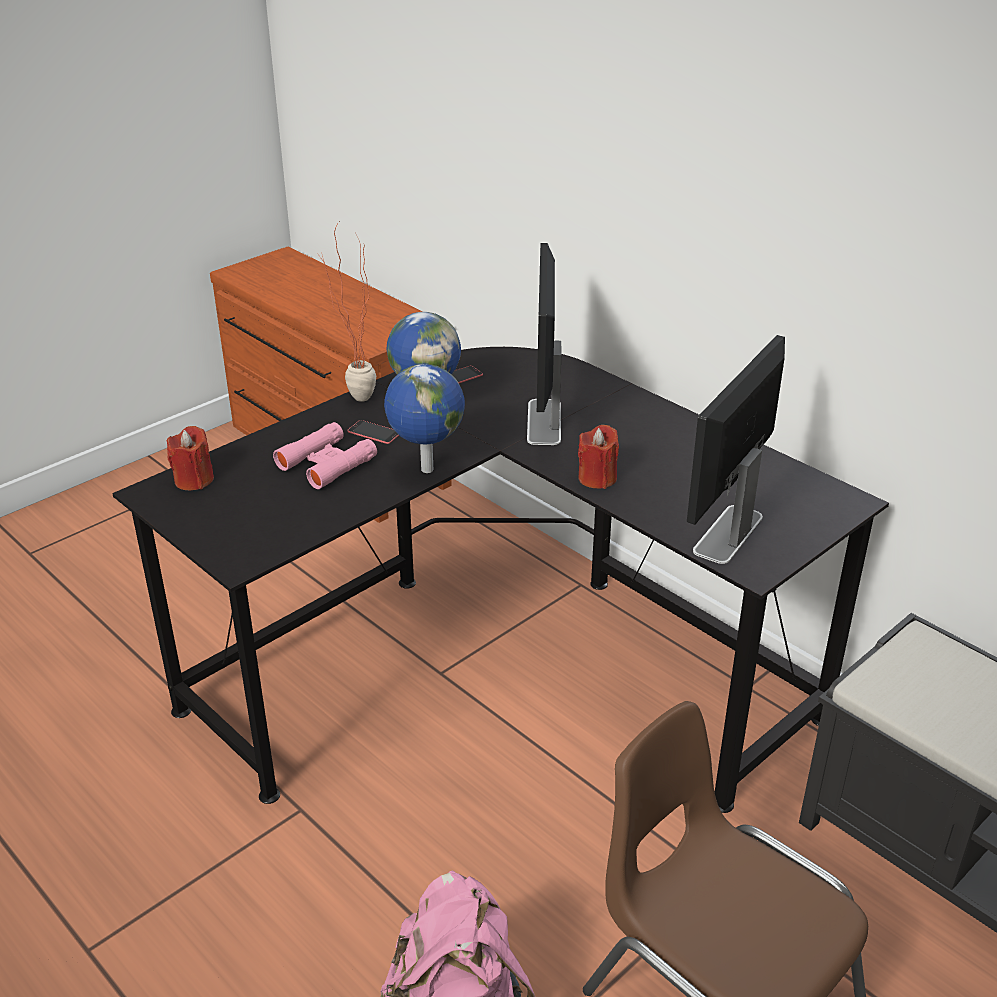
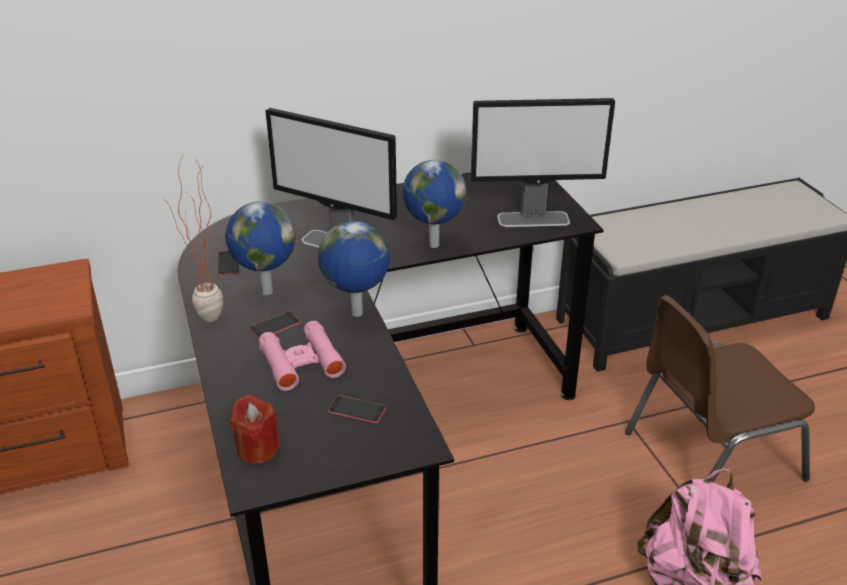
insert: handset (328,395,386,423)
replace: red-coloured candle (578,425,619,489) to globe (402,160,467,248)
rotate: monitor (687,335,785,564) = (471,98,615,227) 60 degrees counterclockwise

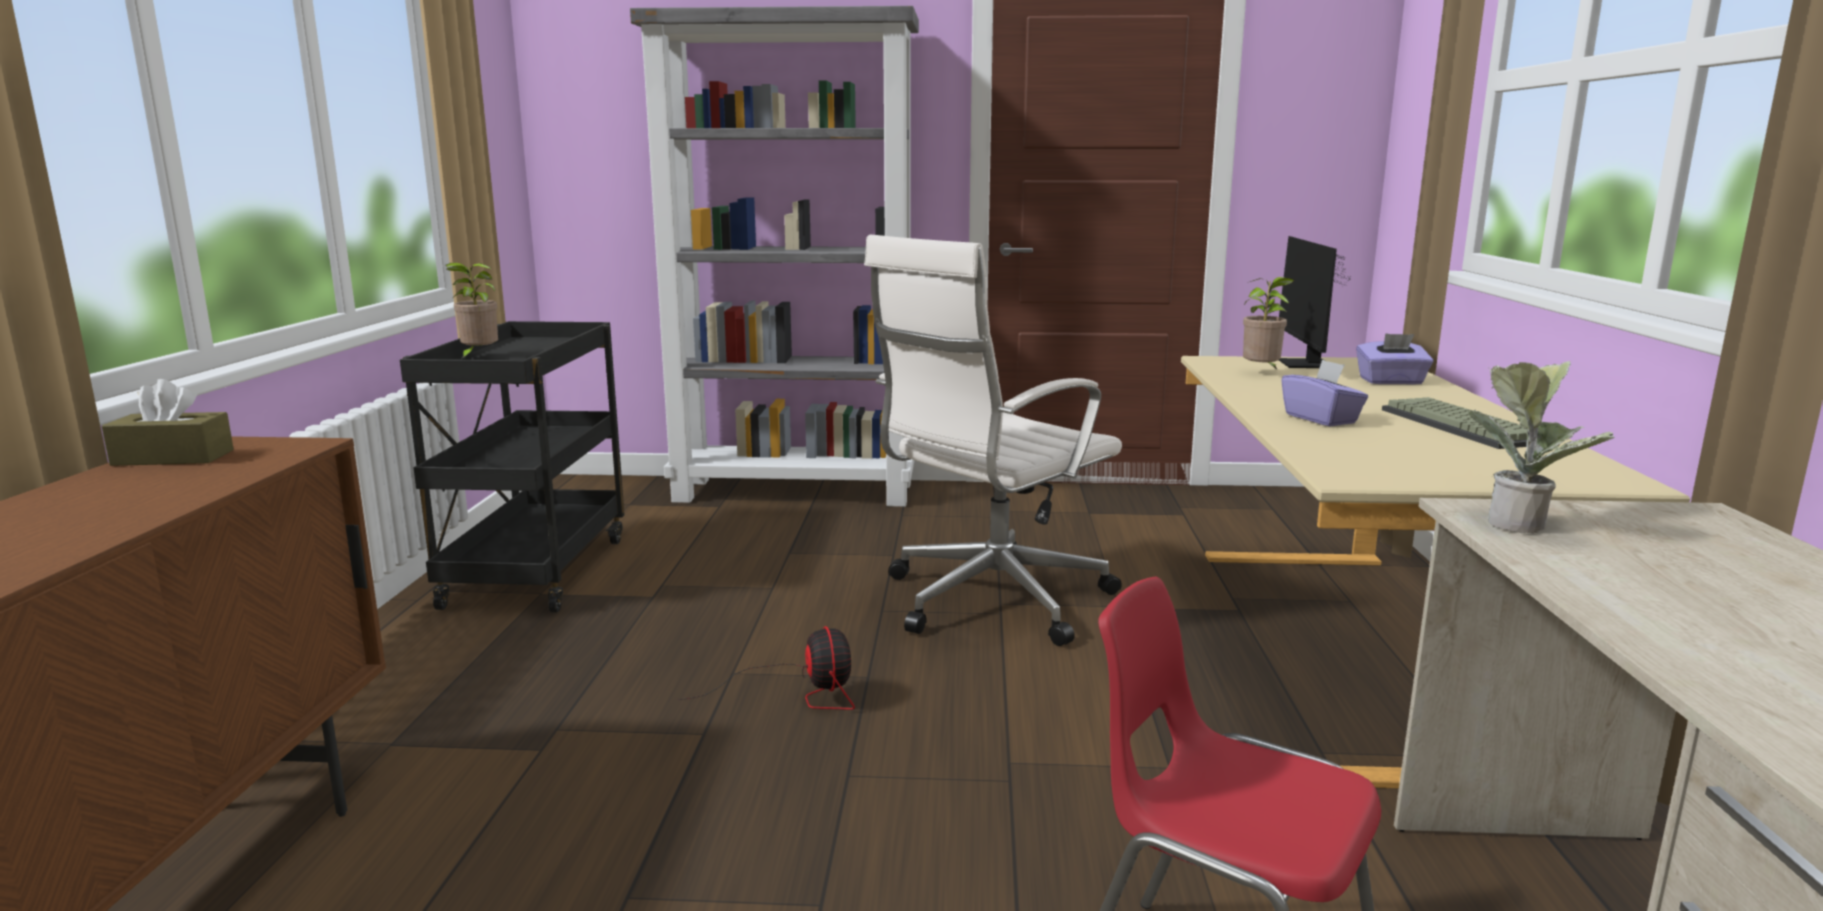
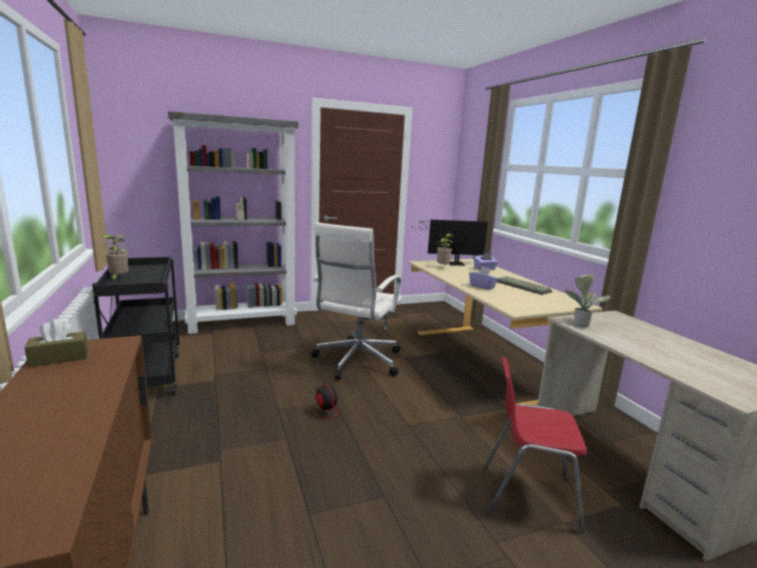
rotate: monitor (1279,236,1349,368) = (414,220,488,266) 105 degrees clockwise

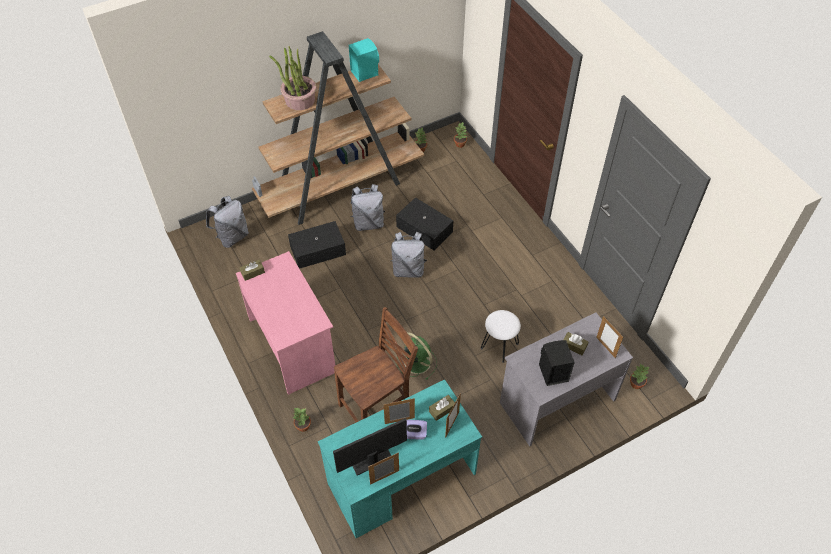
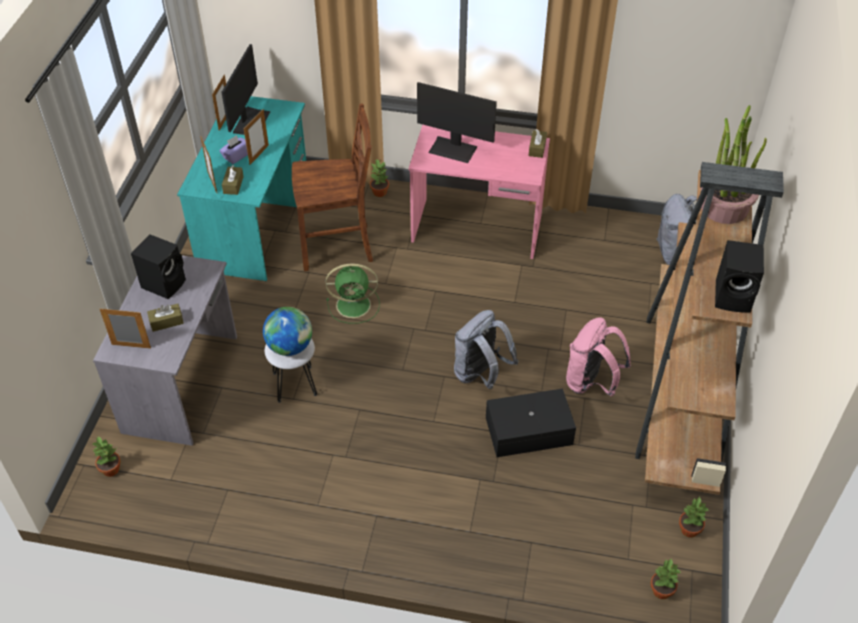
delete: blackish storage bin (288,221,346,269)
insert: monitor (417,82,497,163); globe (263,307,312,356)
recolor: turquoise-coloured speaker (349,38,379,82) to blackish speaker (715,240,764,313); grey knapsack (351,184,385,231) to pink-coloured knapsack (566,317,631,396)
rotate: brownish chair (334,307,418,422) = (292,104,373,271) 105 degrees counterclockwise

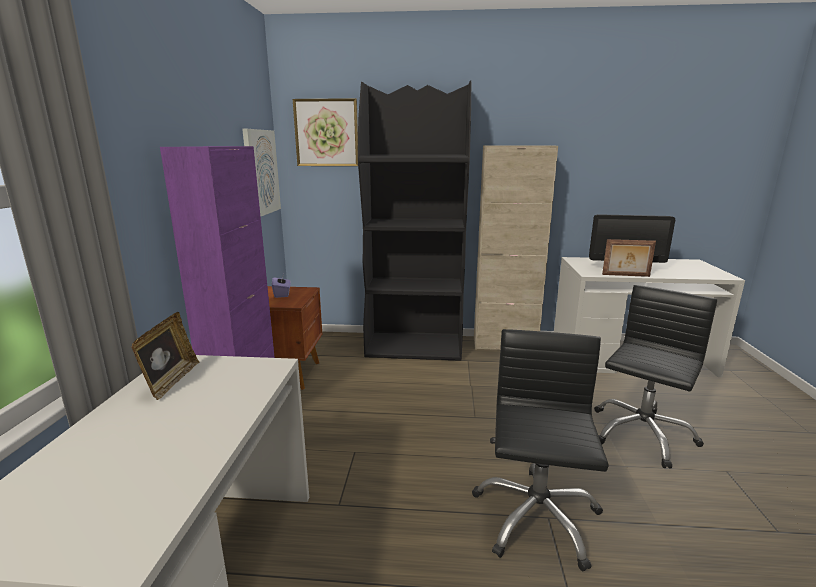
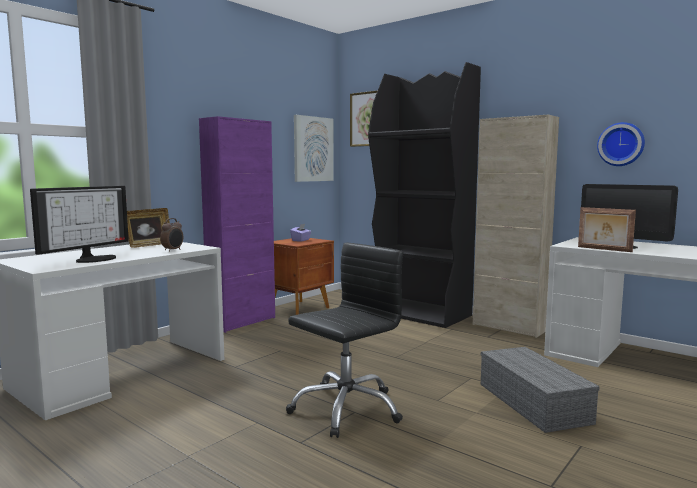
insert: clock on the wall (597,122,645,166); monitor (30,186,129,263); bedside clock (160,218,183,252)
replace: blackish computer chair (594,285,717,468) to grey storage bin (481,347,600,433)

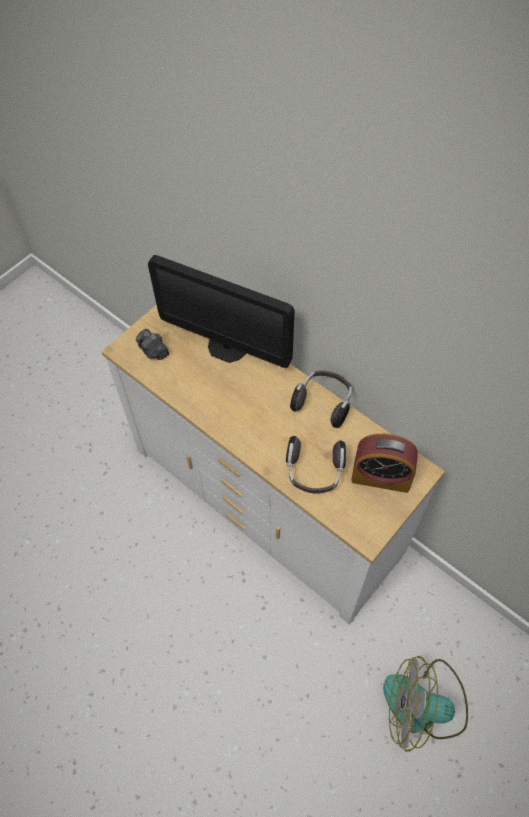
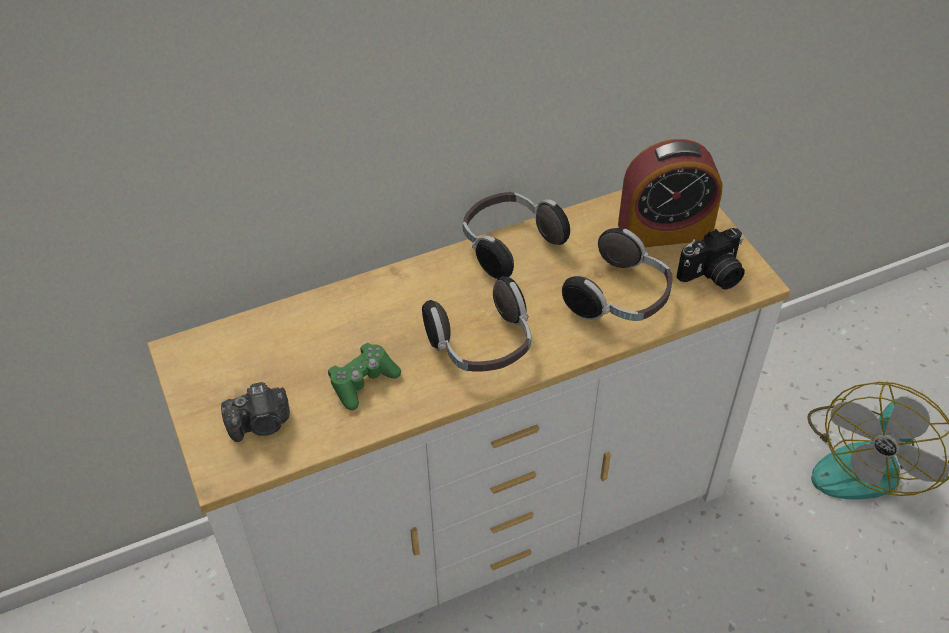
delete: monitor (148,255,295,368)
insert: photo camera (677,228,745,290); pair of headphones (422,277,531,372); greenish joypad (328,343,401,410)
rotate: bedside clock (352,434,418,493) = (618,139,723,247) 45 degrees clockwise

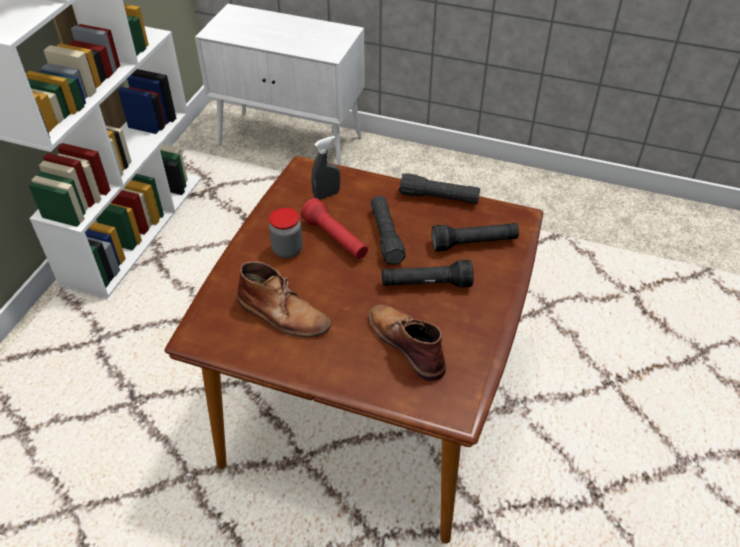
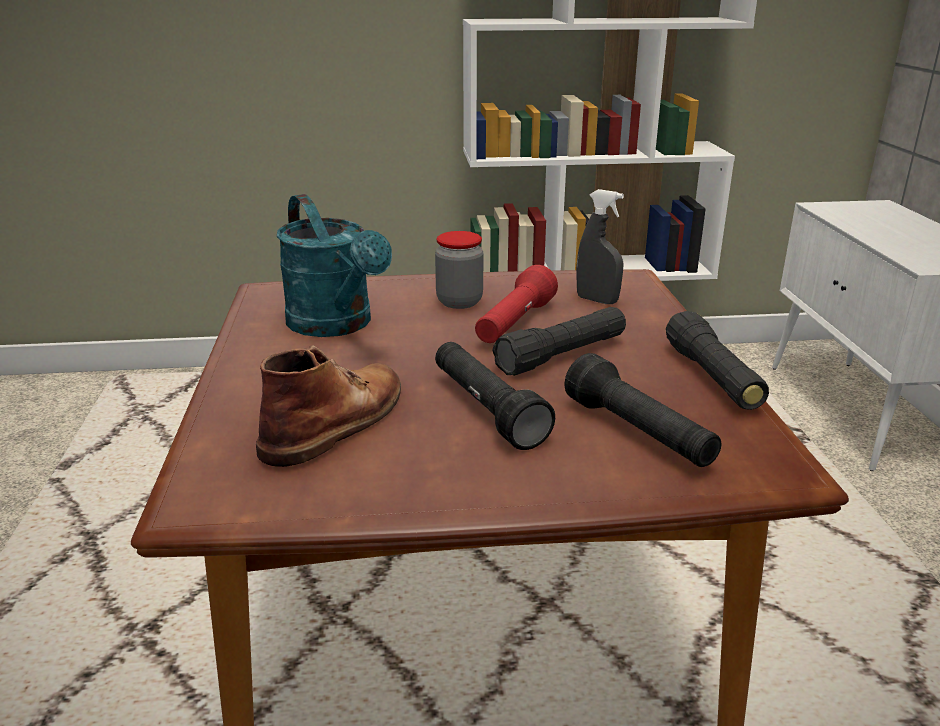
replace: brownish boot (237,261,331,337) to turquoise-coloured watering pot (277,194,392,337)

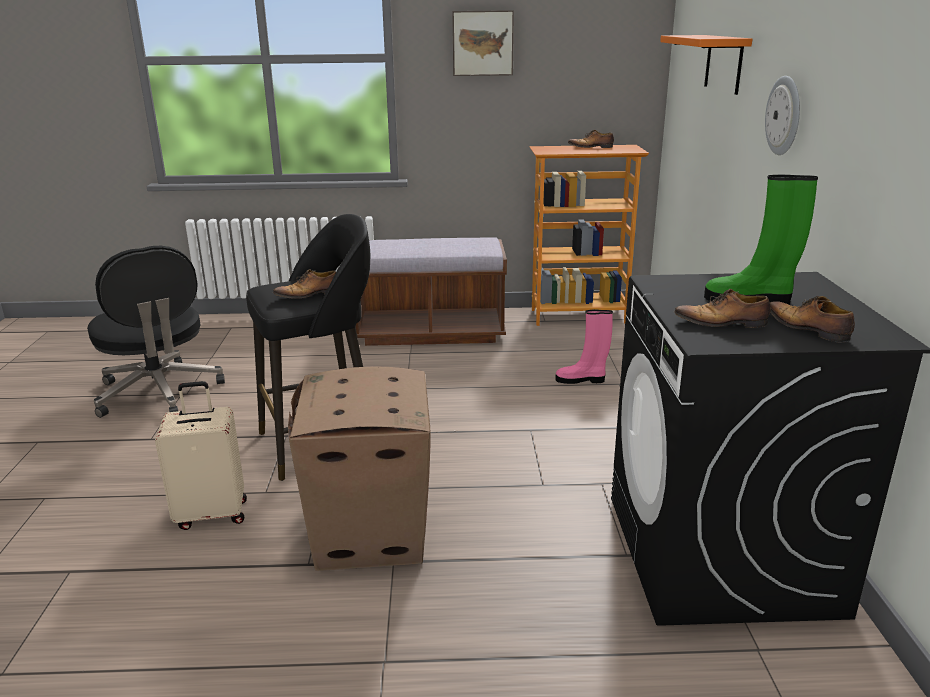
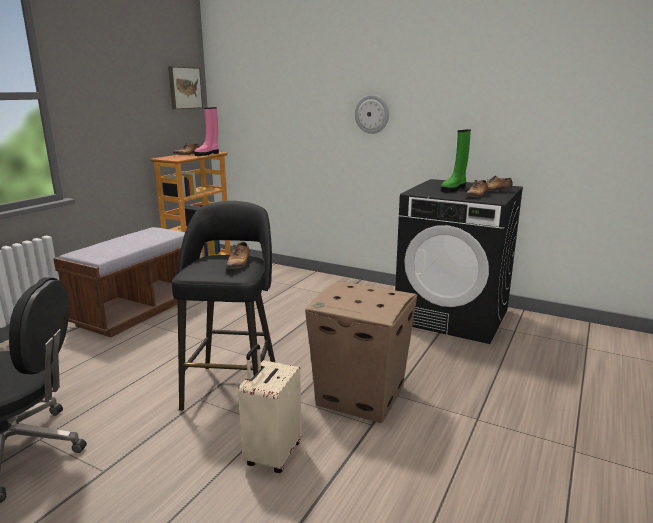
delete: orange shelf (660,35,752,95)
move: wall art (452,10,514,76) to (168,66,203,109); pink-coloured boot (555,310,613,384) to (194,107,219,156)

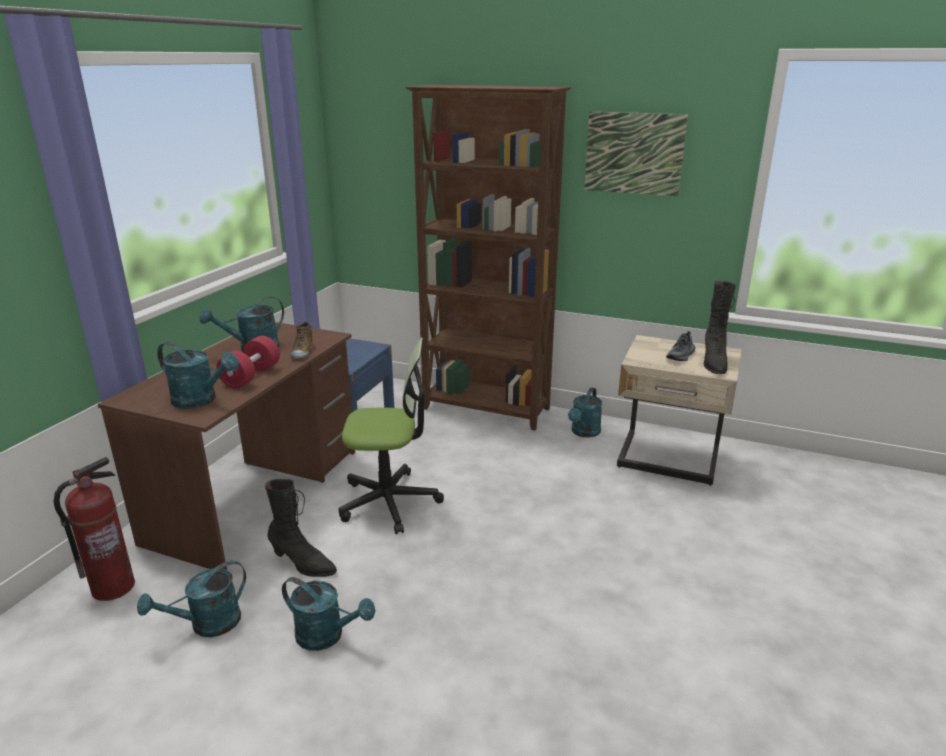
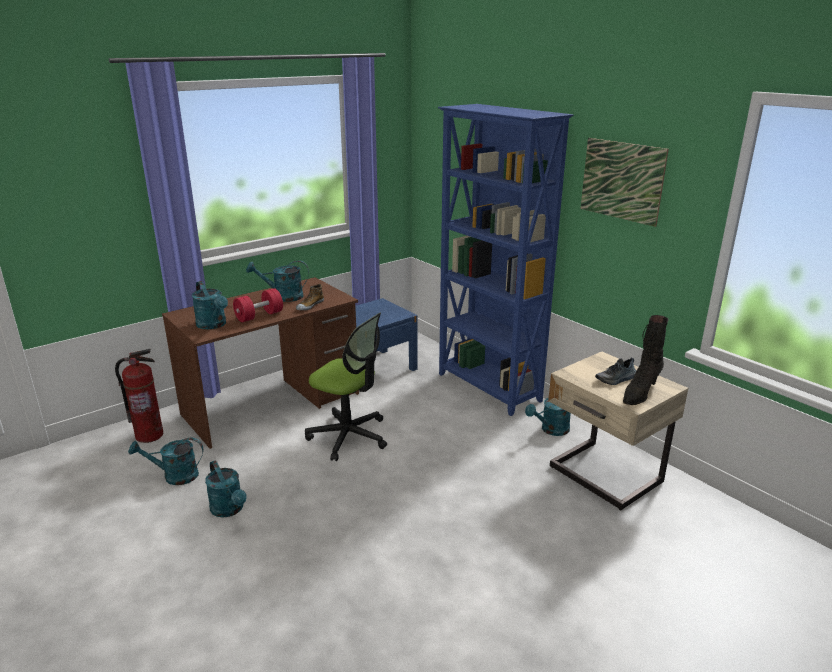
delete: blackish boot (265,479,337,577)
recolor: brownish bookcase (405,85,571,430) to blue bookcase (438,104,573,416)

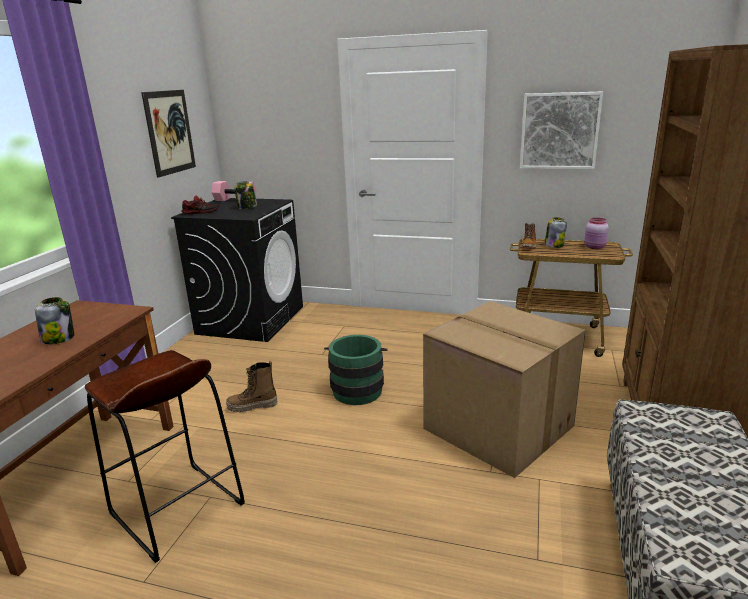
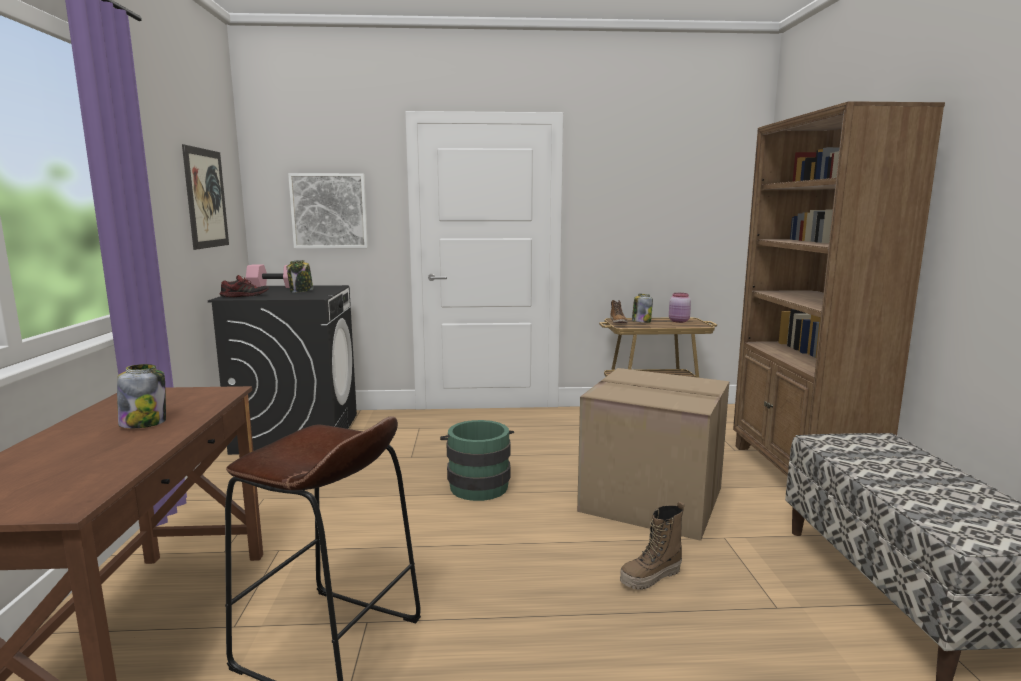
move: wall art (520,91,603,169) to (288,173,368,248); boot (226,361,278,413) to (620,502,685,590)

